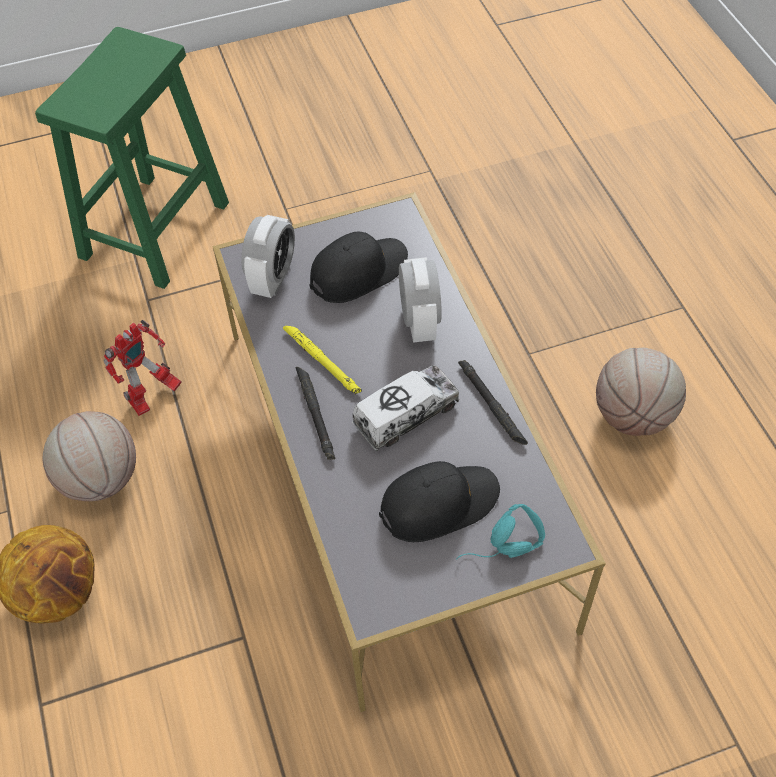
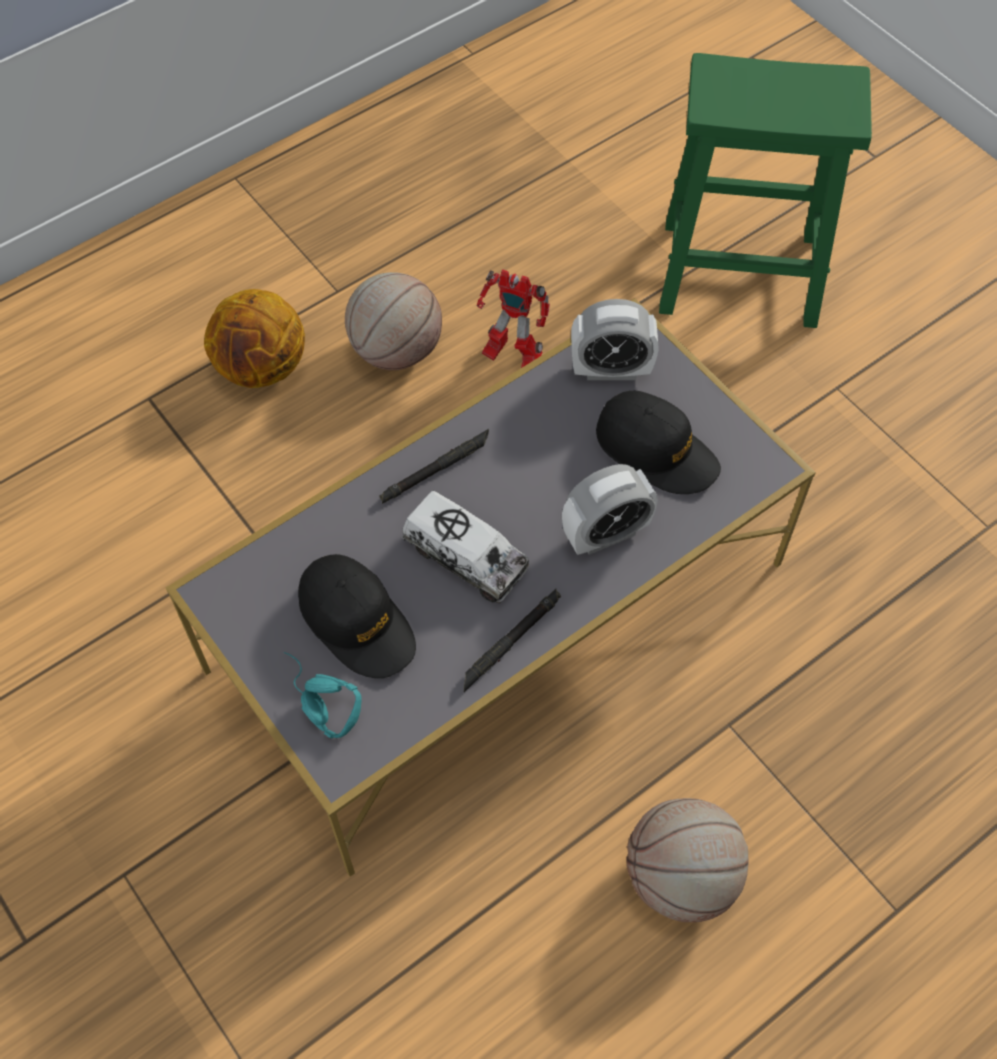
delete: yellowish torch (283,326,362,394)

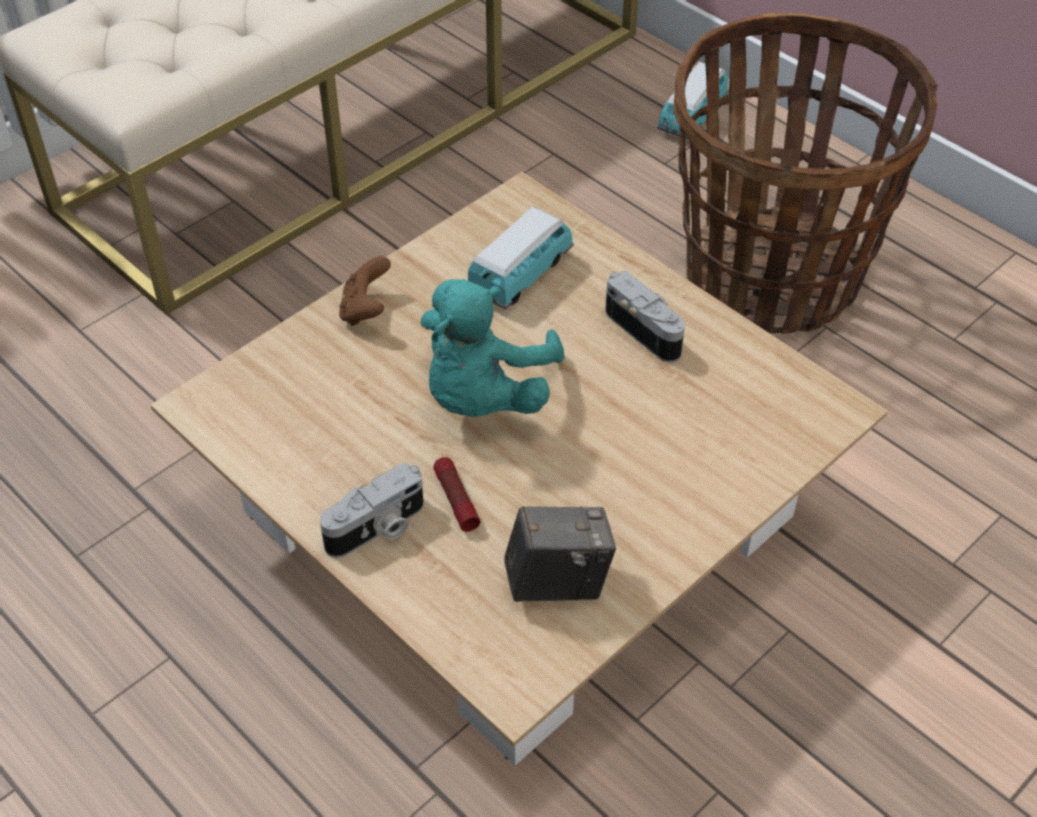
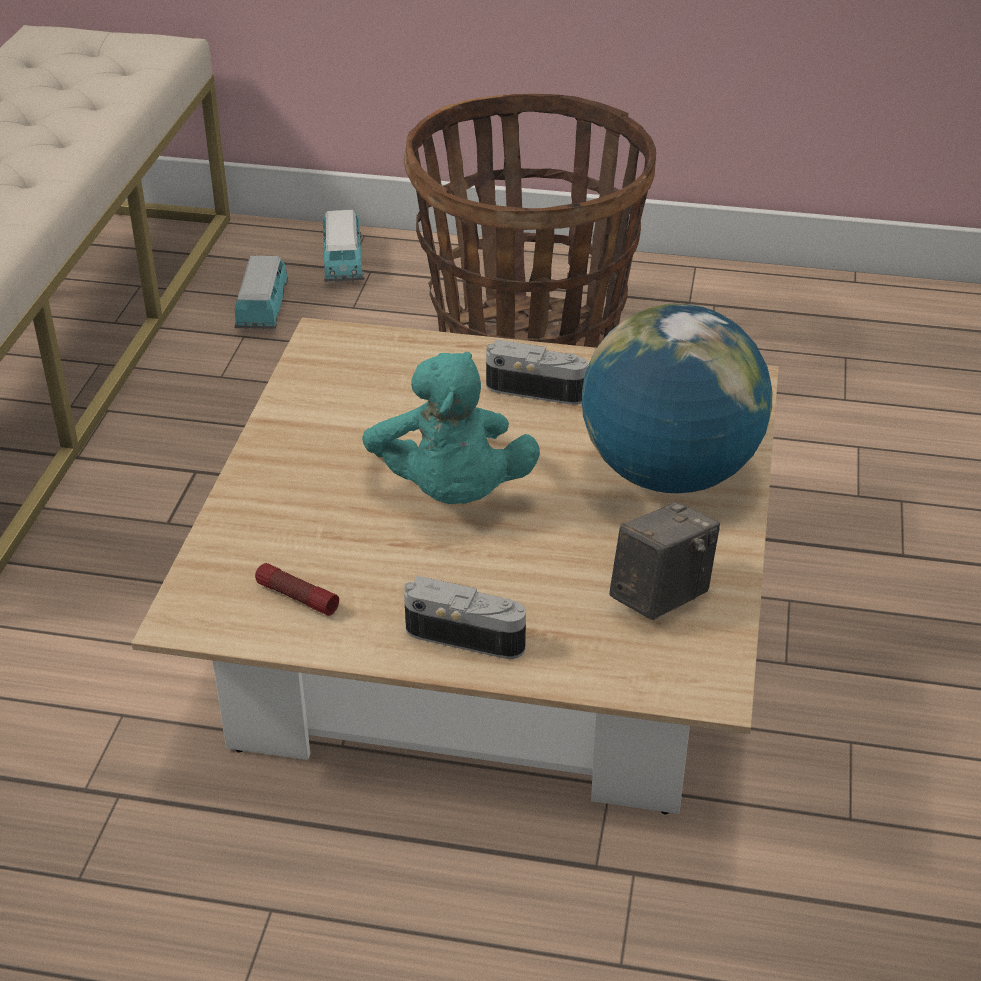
delete: brownish joypad (339,256,391,326)
insert: globe (582,303,772,493)
move: miniature car (468,206,573,310) to (234,255,288,329); torch (433,457,480,532) to (255,563,339,616)
rotate: photo camera (320,463,424,558) = (404,576,526,659) 90 degrees counterclockwise

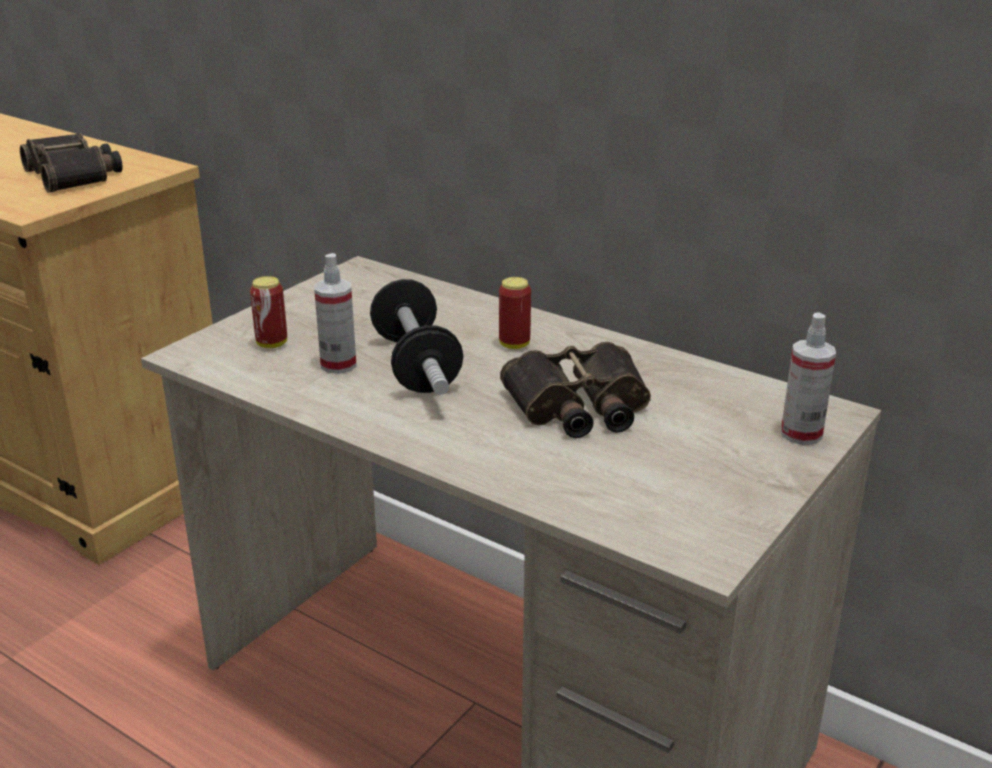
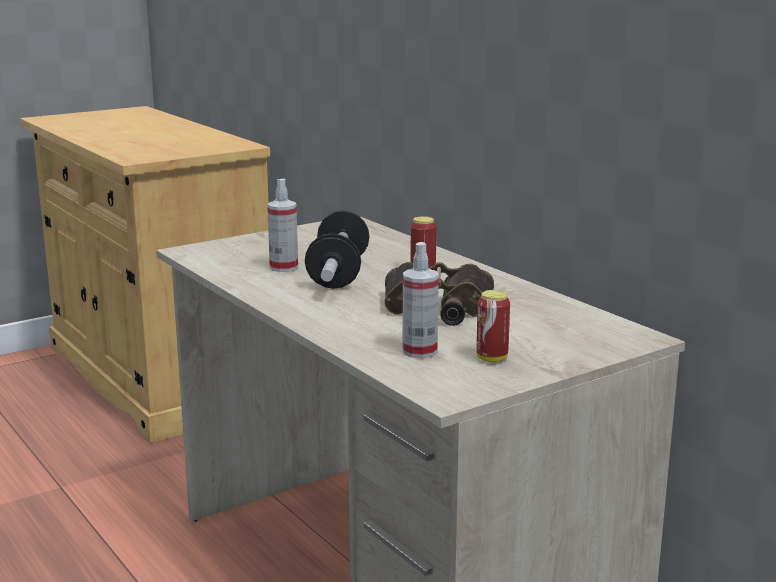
delete: field glasses (20,133,123,193)
move: metal can (250,276,287,348) to (476,290,510,362); sprayer (781,313,836,445) to (402,242,439,358)

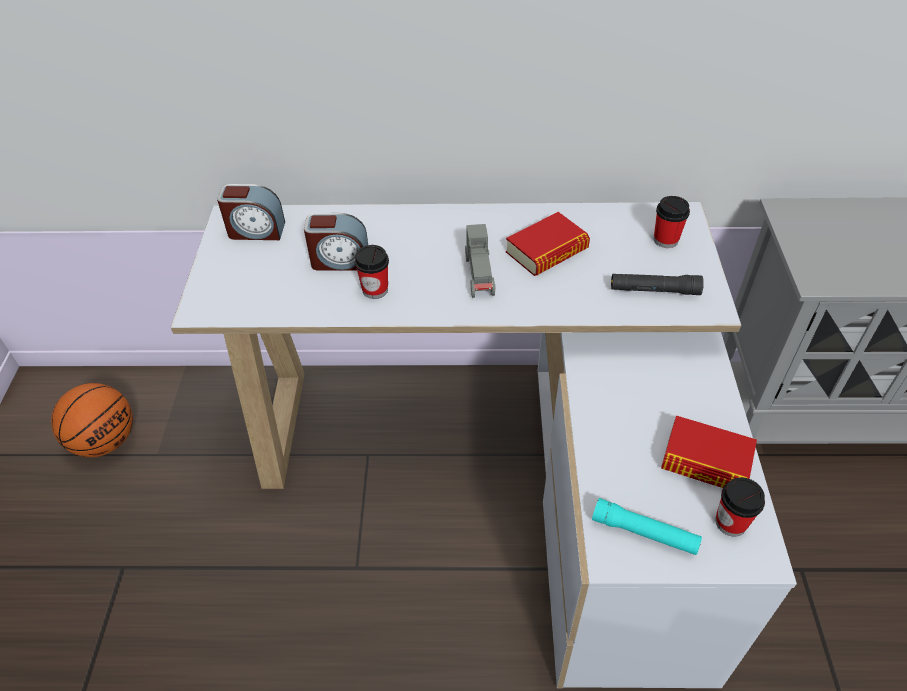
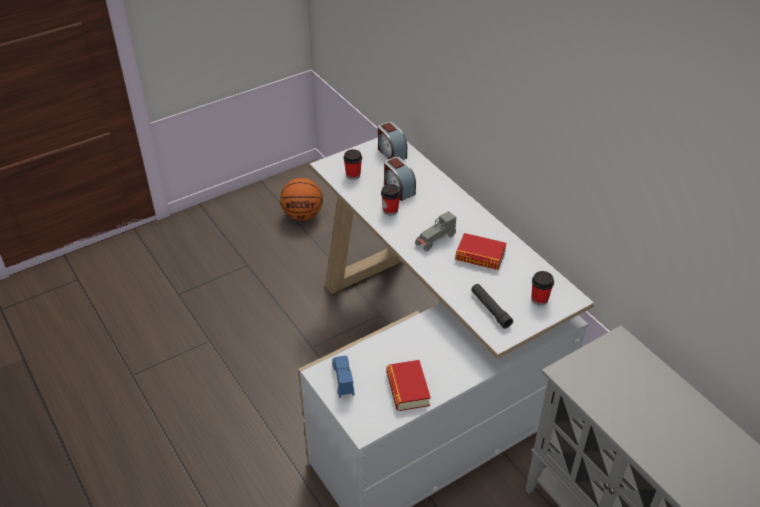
move: drinking cup (715,477,765,537) to (344,149,362,180)
replace: turquoise-coloured torch (592,498,702,555) to blue miniature car (332,356,355,398)

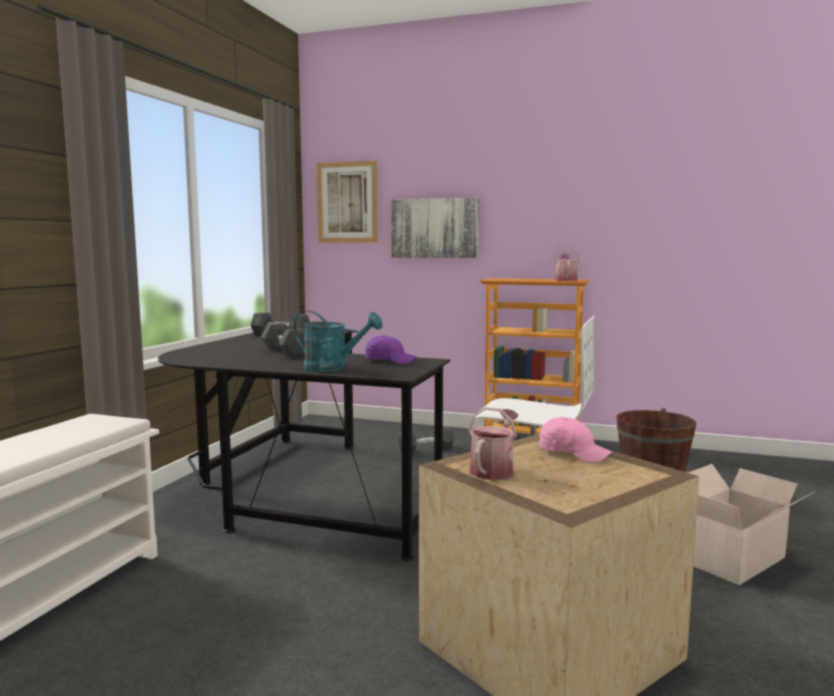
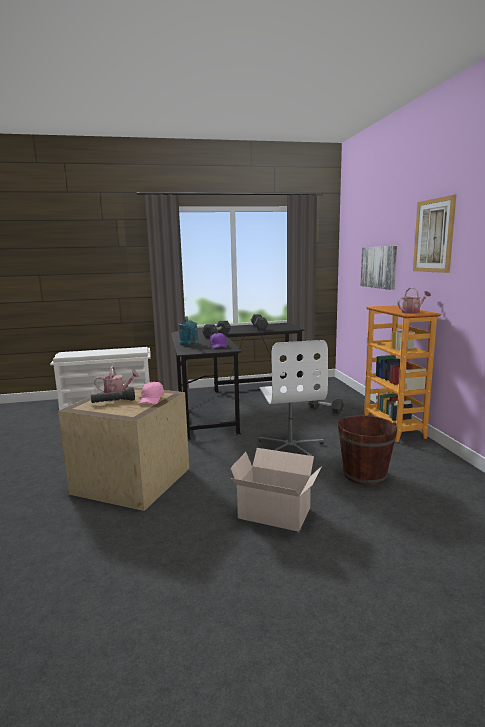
insert: blackish torch (91,387,135,403)
move: wall art (317,161,378,242) to (413,195,456,273)

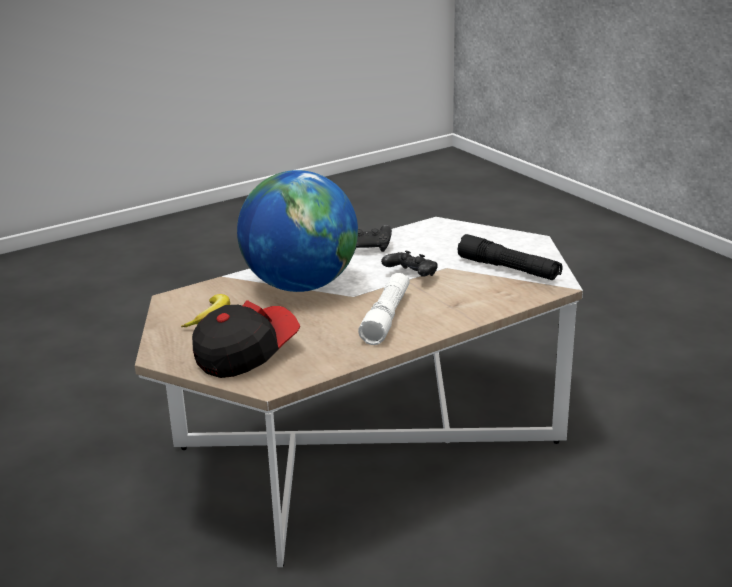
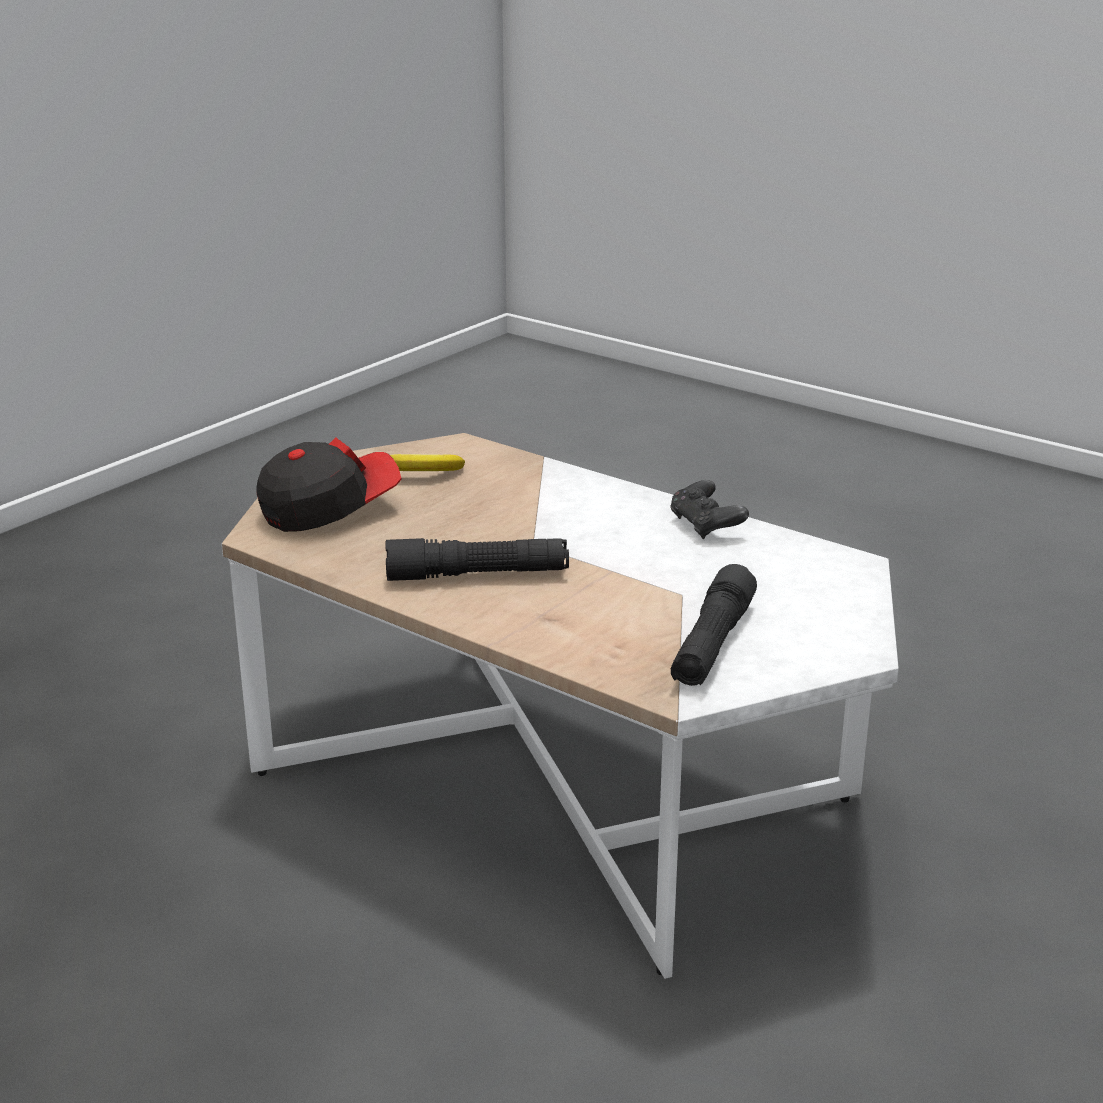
delete: globe (237,170,358,292); blackish joypad (381,251,437,277)
recolor: white torch (358,273,410,345) to blackish torch (385,538,569,581)
rotate: baseball cap (192,300,300,378) = (257,437,402,532) 60 degrees counterclockwise

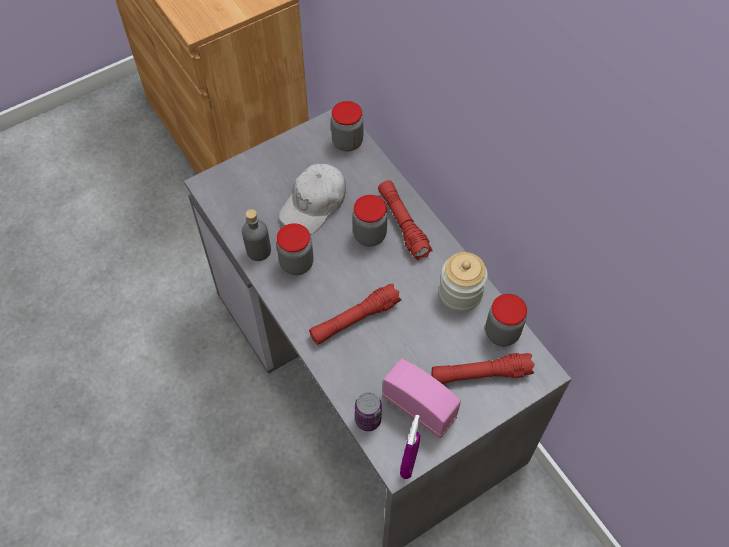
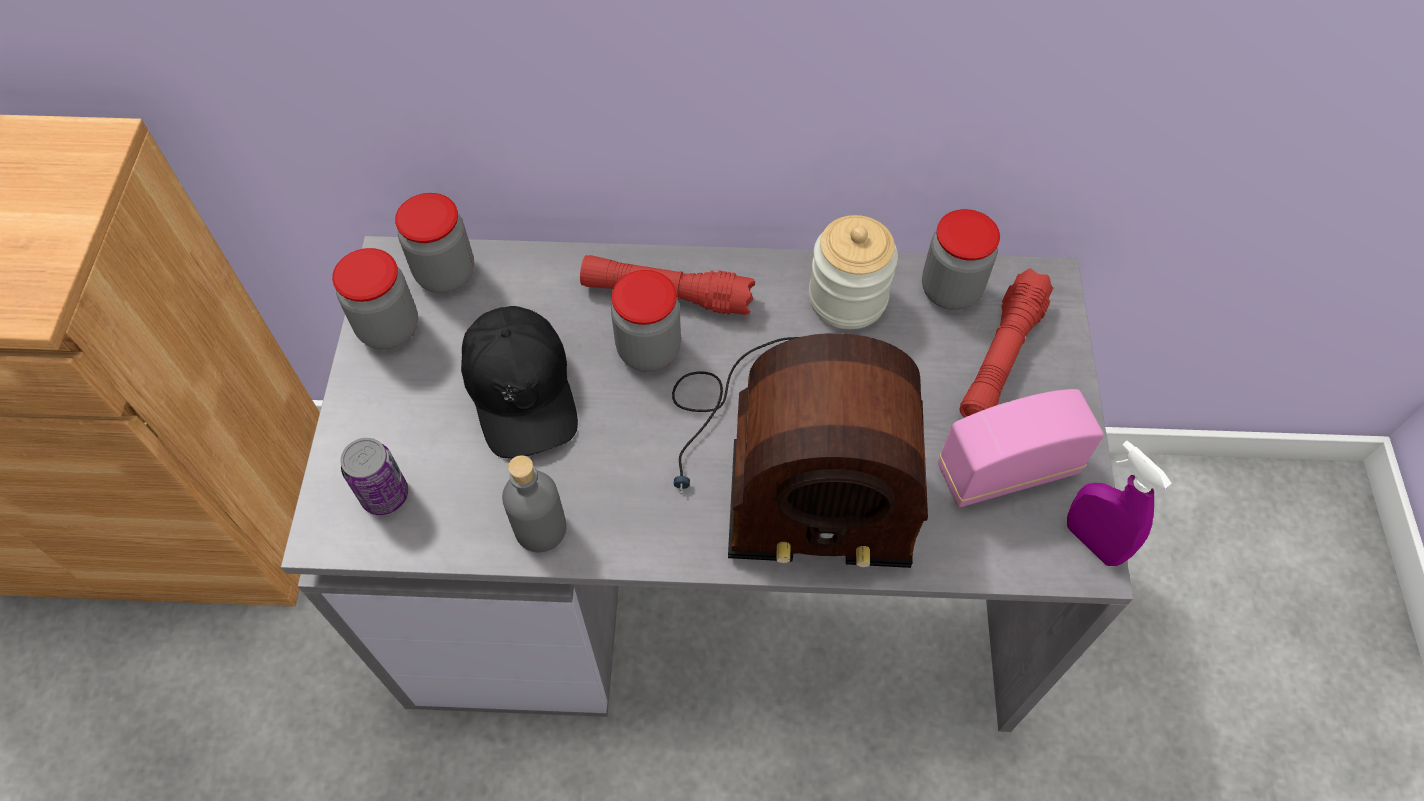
move: storage jar (276,223,314,275) to (332,248,418,350); metal can (355,392,382,431) to (340,438,408,515)
replace: red-coloured torch (309,284,402,345) to radio (672,333,928,568)
recolor: white baseball cap (279,164,346,235) to blackish baseball cap (461,306,578,459)

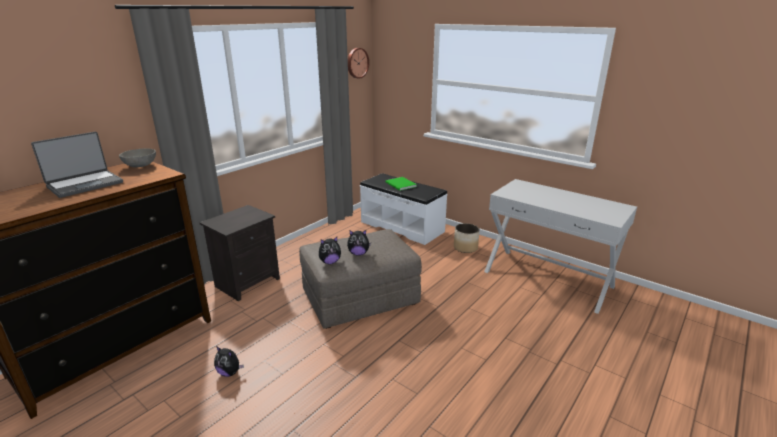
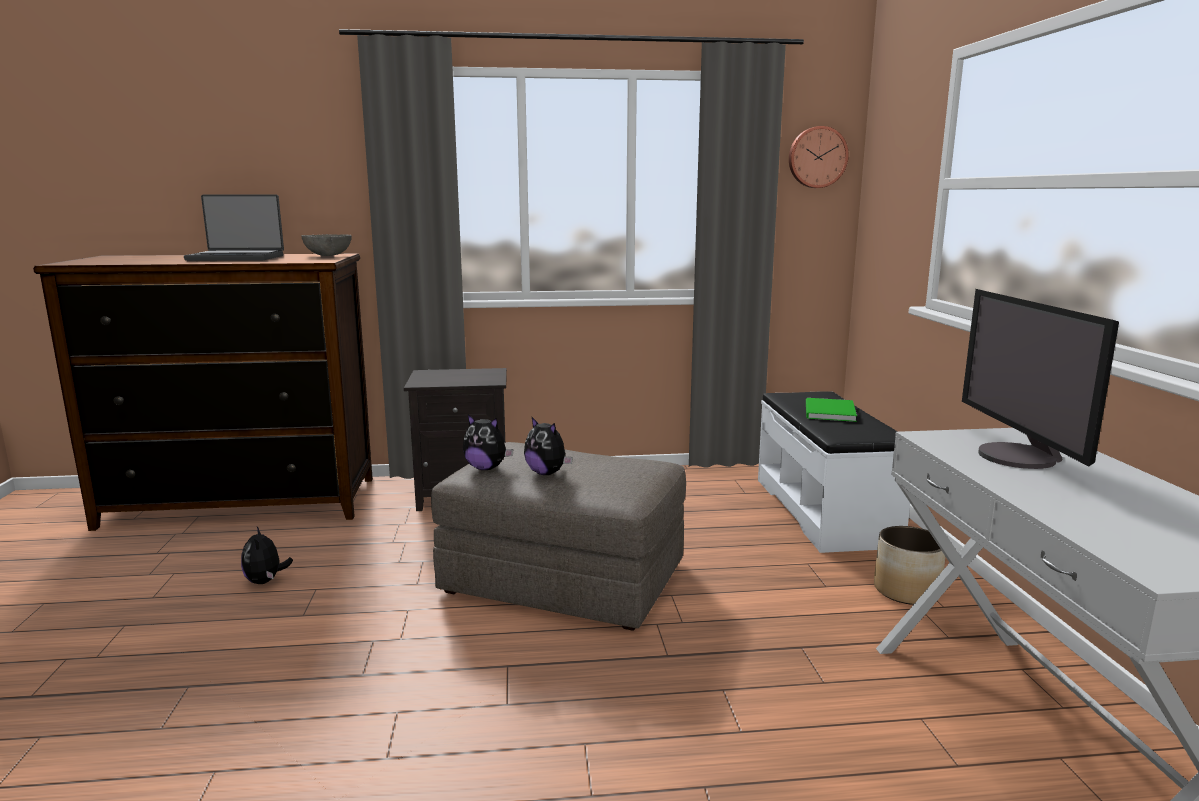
insert: monitor (962,289,1119,469)

